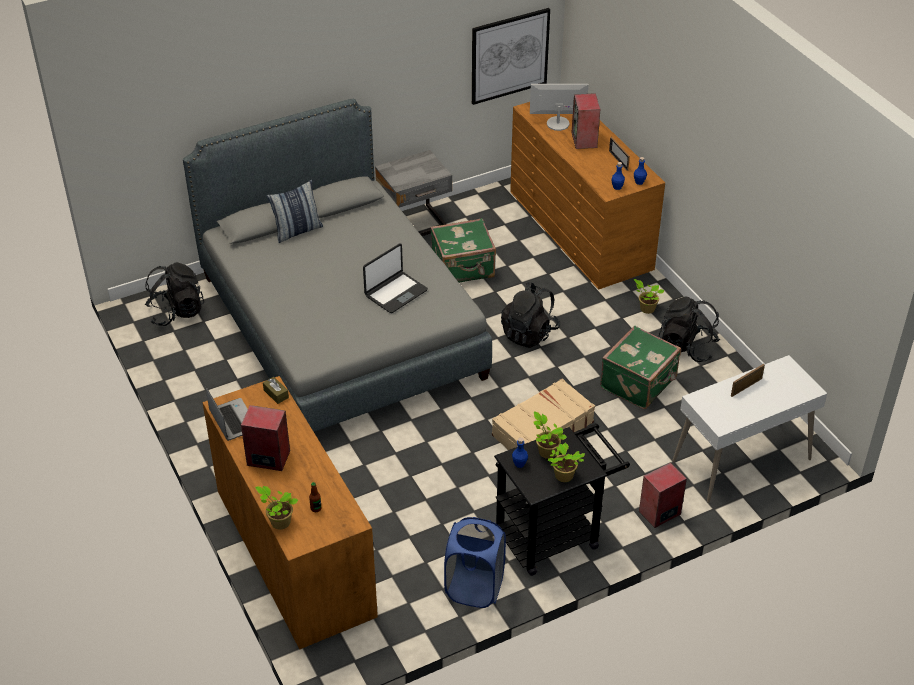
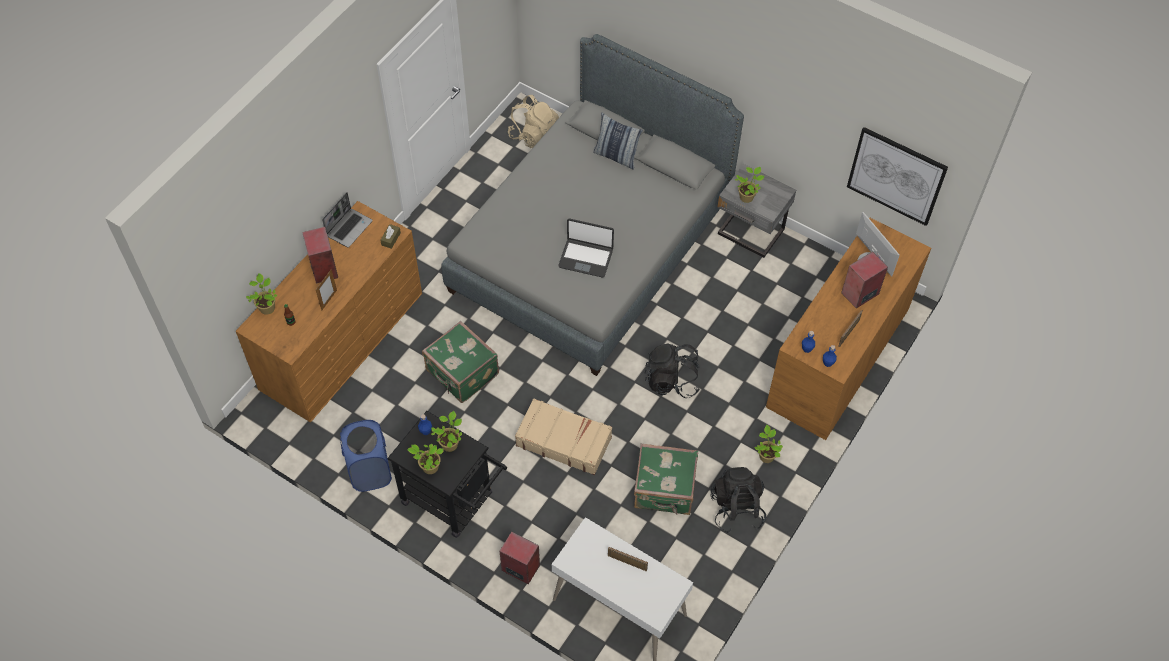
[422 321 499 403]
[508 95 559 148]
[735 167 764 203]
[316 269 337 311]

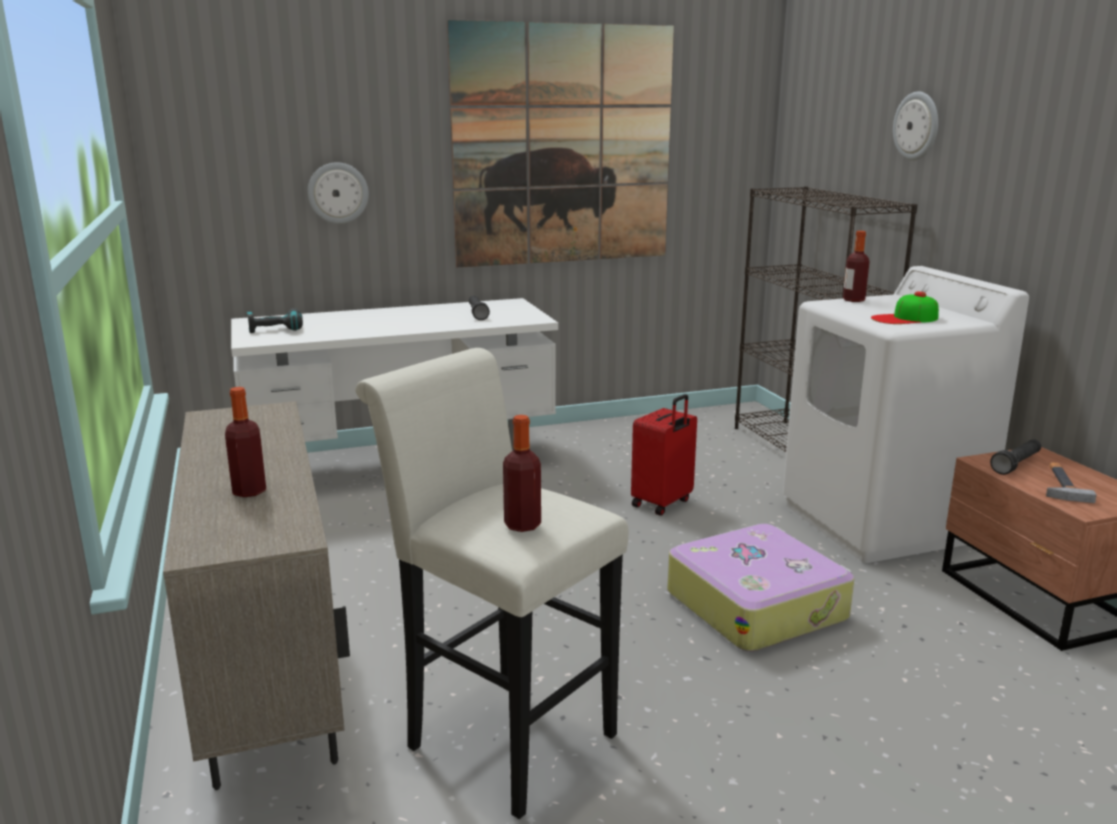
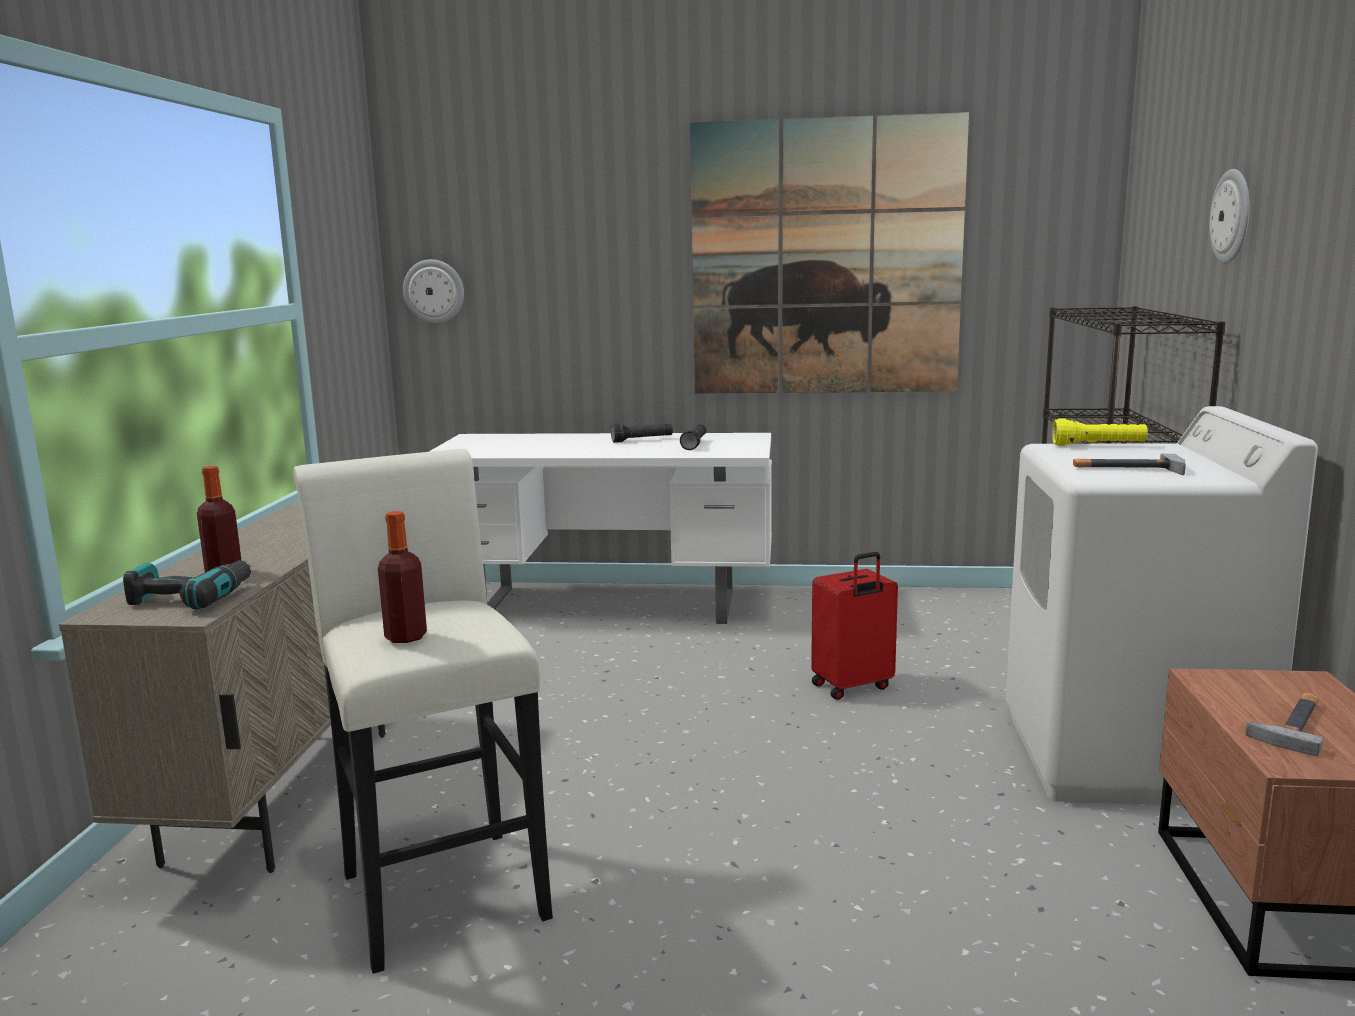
[403 259 464 323]
[1052 418 1148 446]
[1073 454 1186 475]
[123 560 251 609]
[611 424 673 443]
[667 524 854 652] (first image)

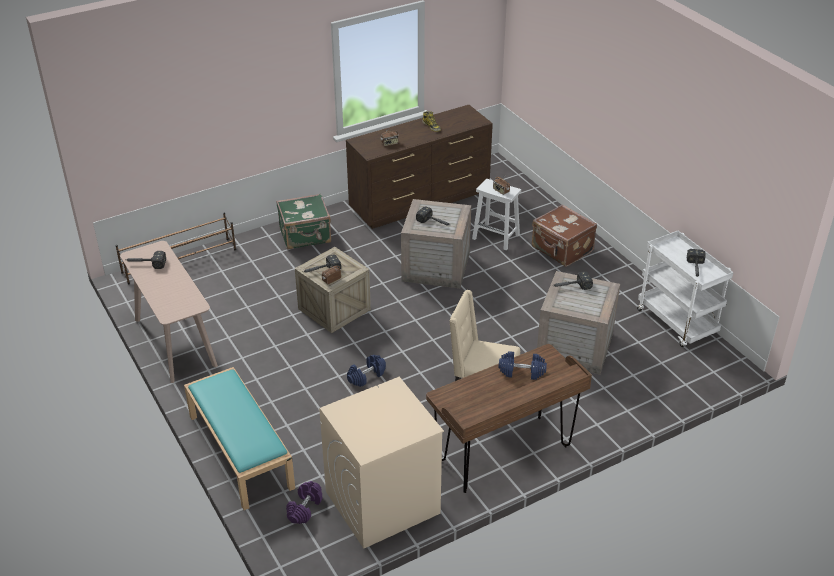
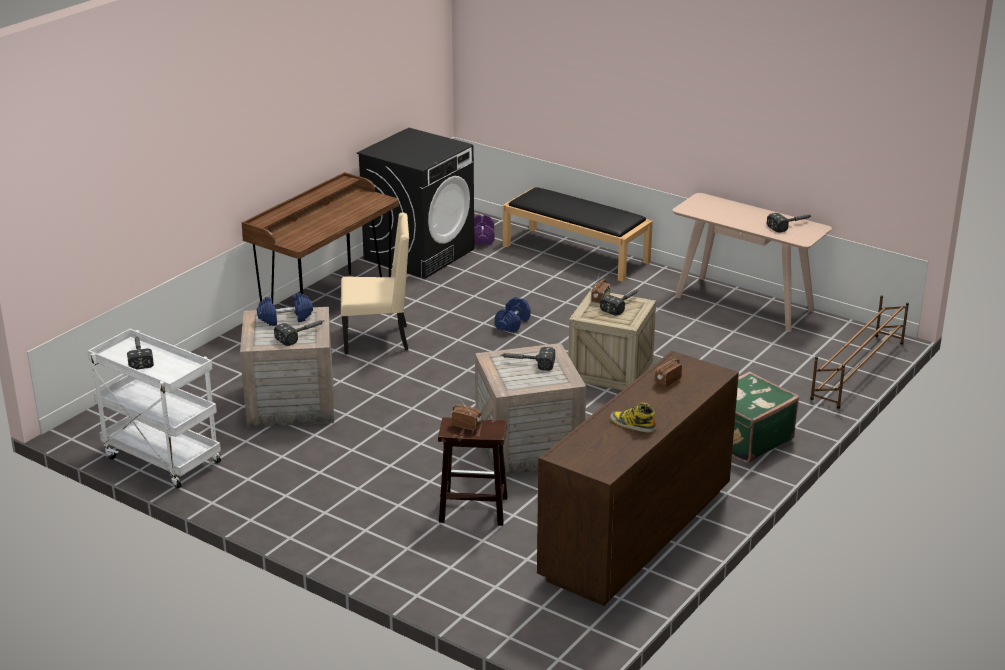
[438 417 508 526]
[532 204 597 267] (first image)
[257 292 313 326]
[503 187 653 282]
[357 128 474 279]

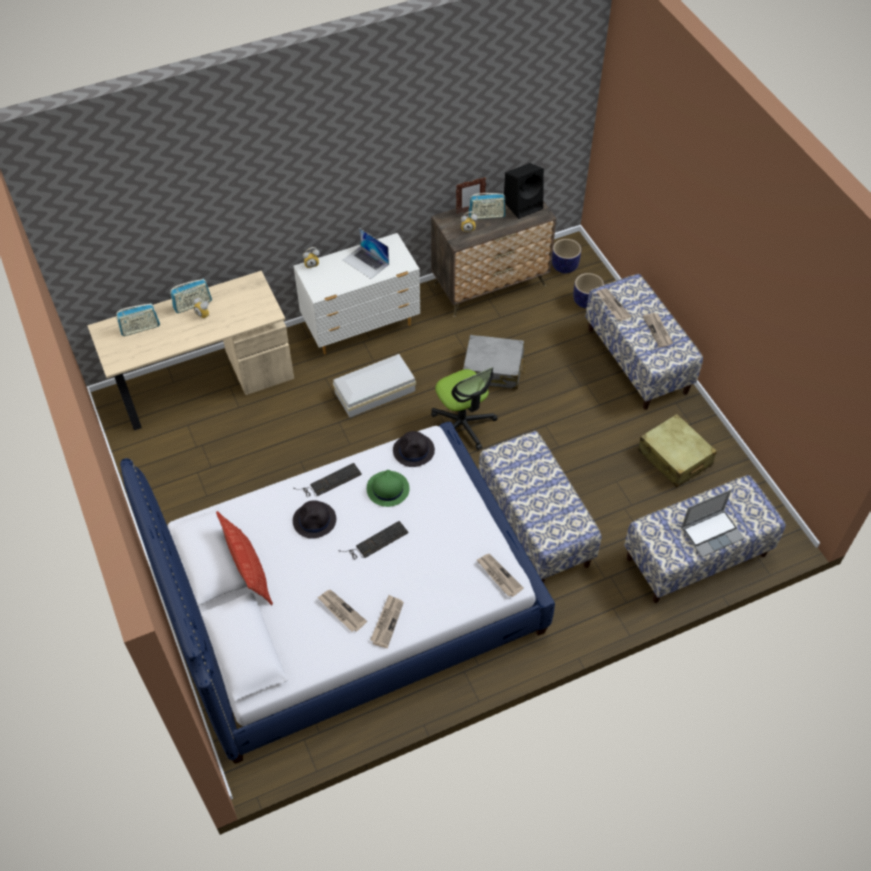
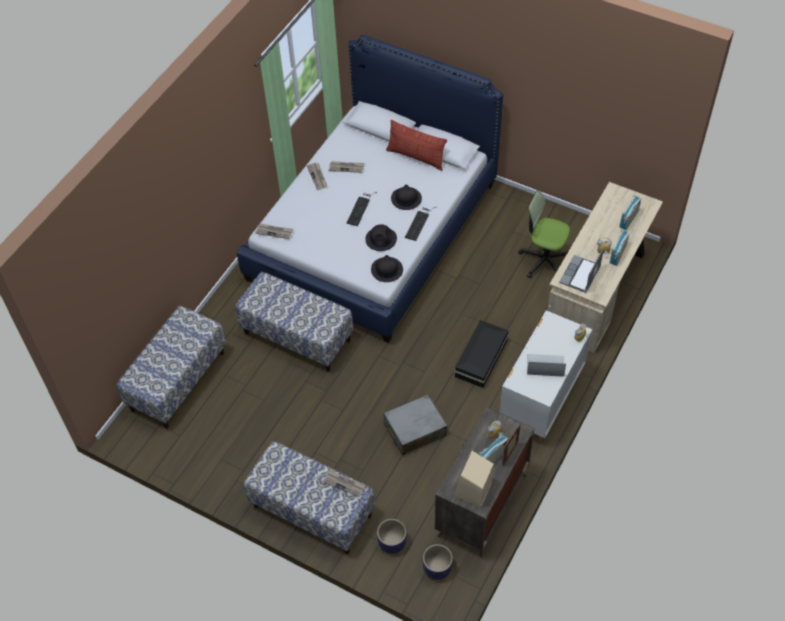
[454 451 494 507]
[643 313 673 347] (first image)
[454 320 509 388]
[518 190 570 278]
[638 414 717 488] (first image)
[365 224 397 251]
[559 247 604 293]

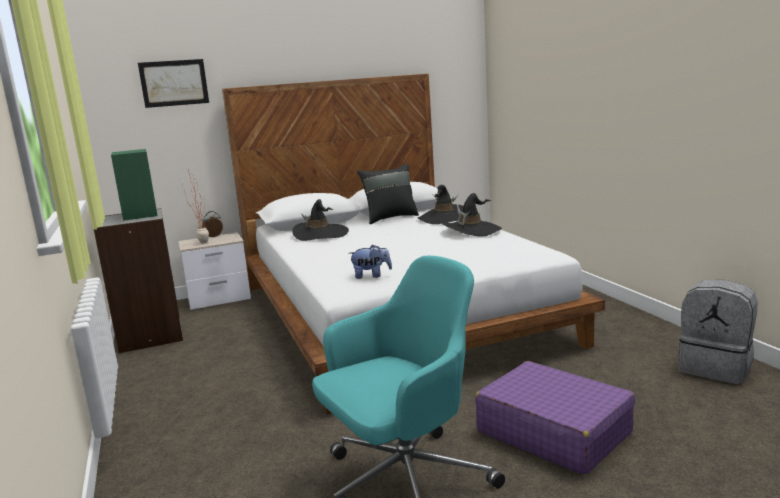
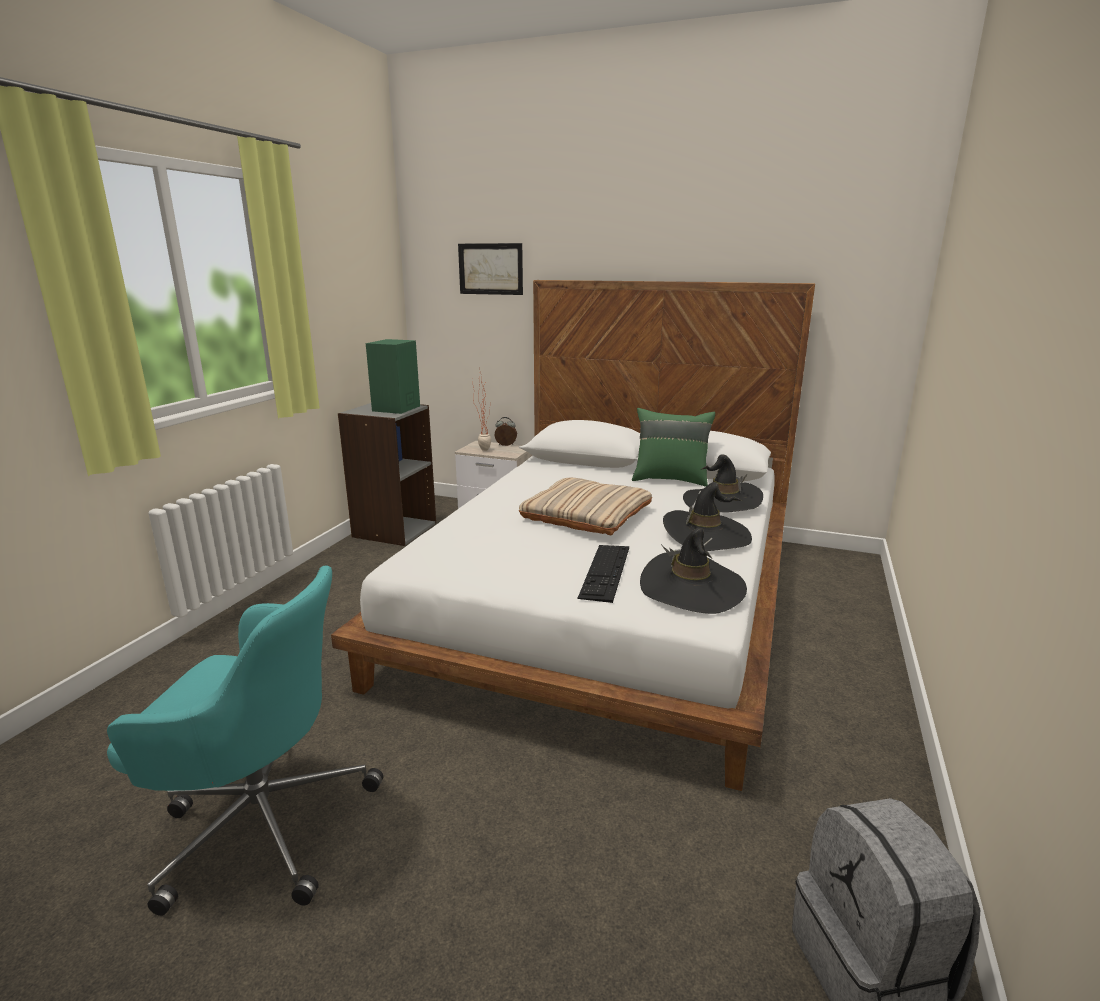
[632 408 715 487]
[640 528 747 614]
[348 244 392 279] (first image)
[475 361 635 475] (first image)
[519 478 652 535]
[578 545 629 603]

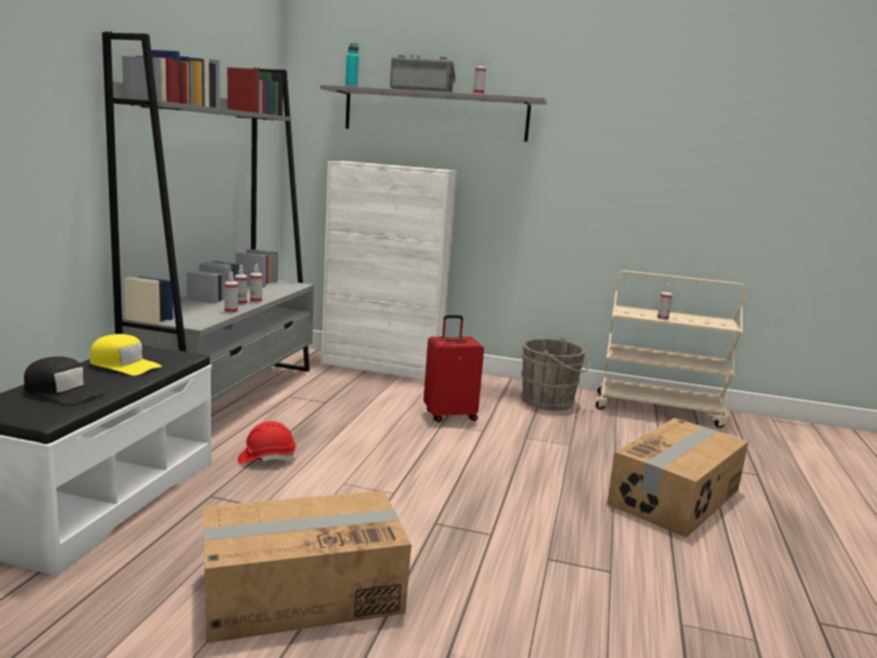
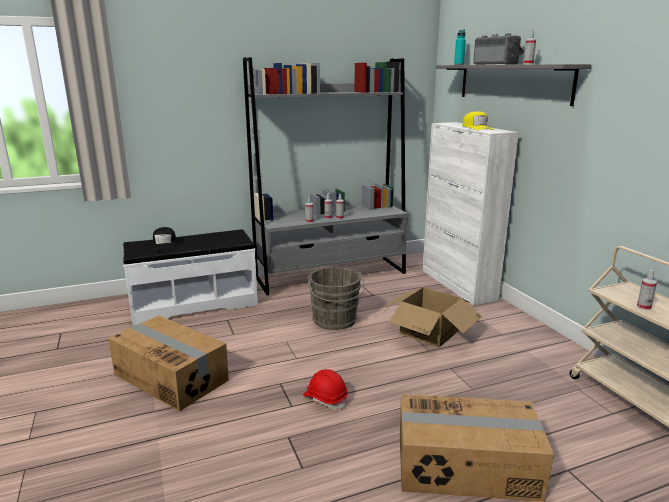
[383 287 482 347]
[462 111 494 130]
[308 267 365 330]
[303 369 348 410]

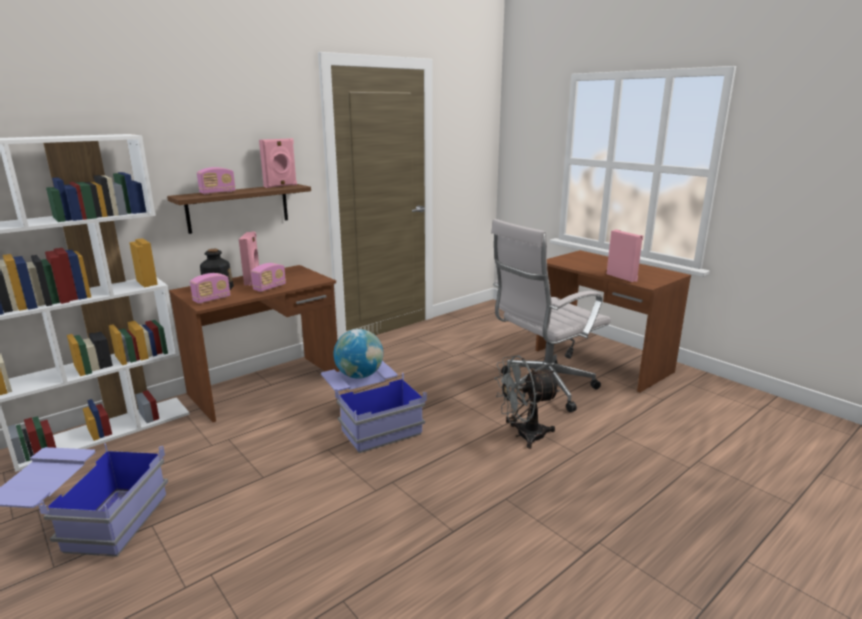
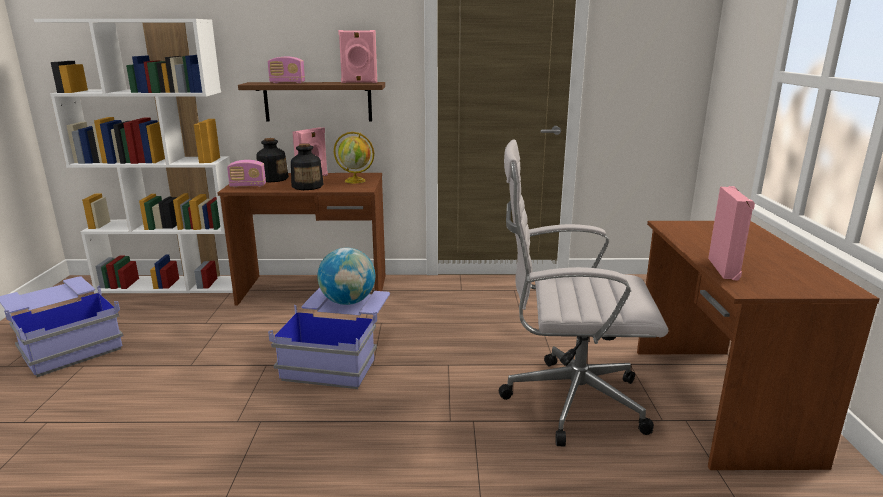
[291 143 324 190]
[494 355 560 449] (first image)
[334 132 374 183]

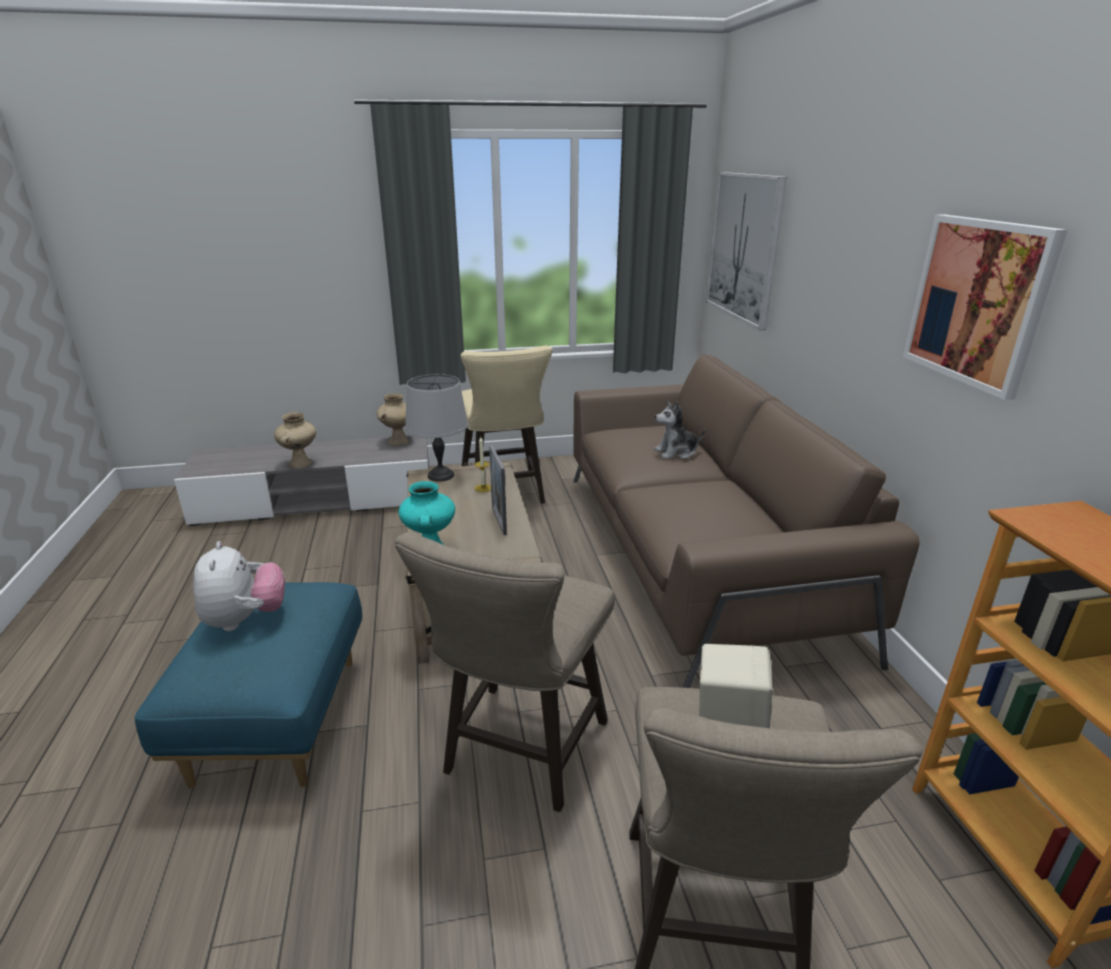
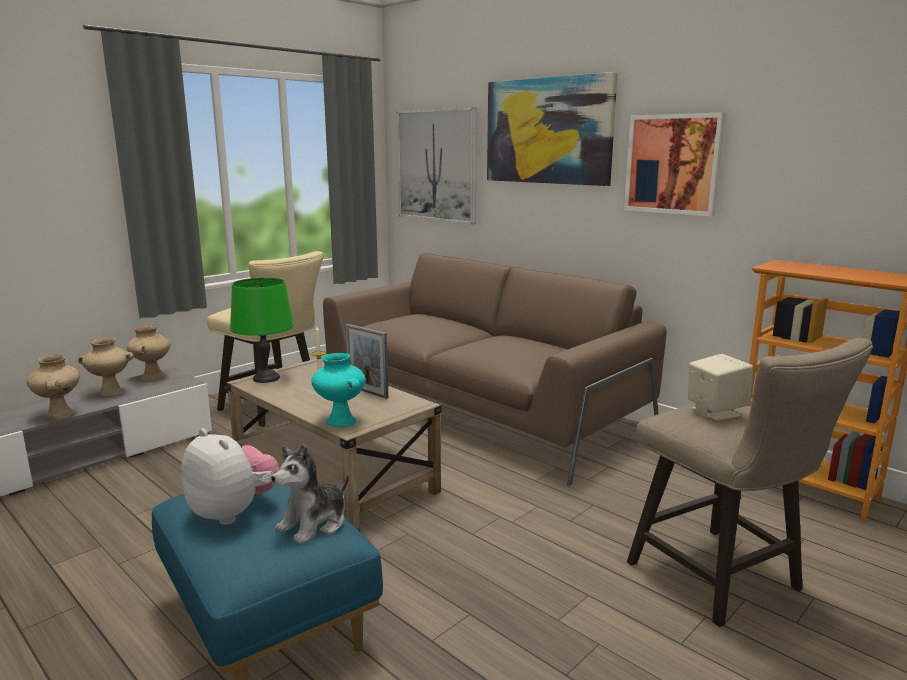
[230 278 294 383]
[271 444 349 544]
[395 532 615 812] (first image)
[487 72 618 186]
[78 337 134 397]

